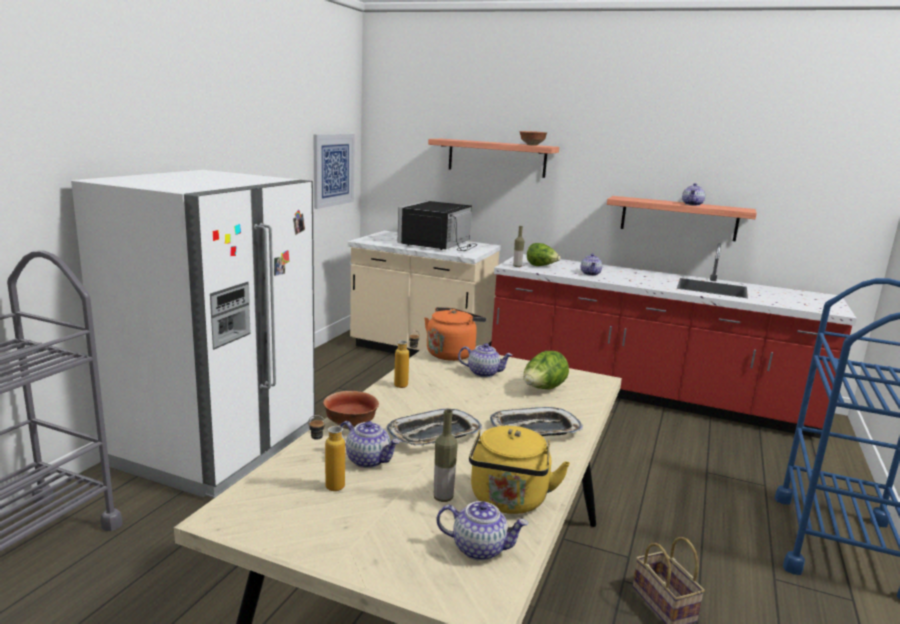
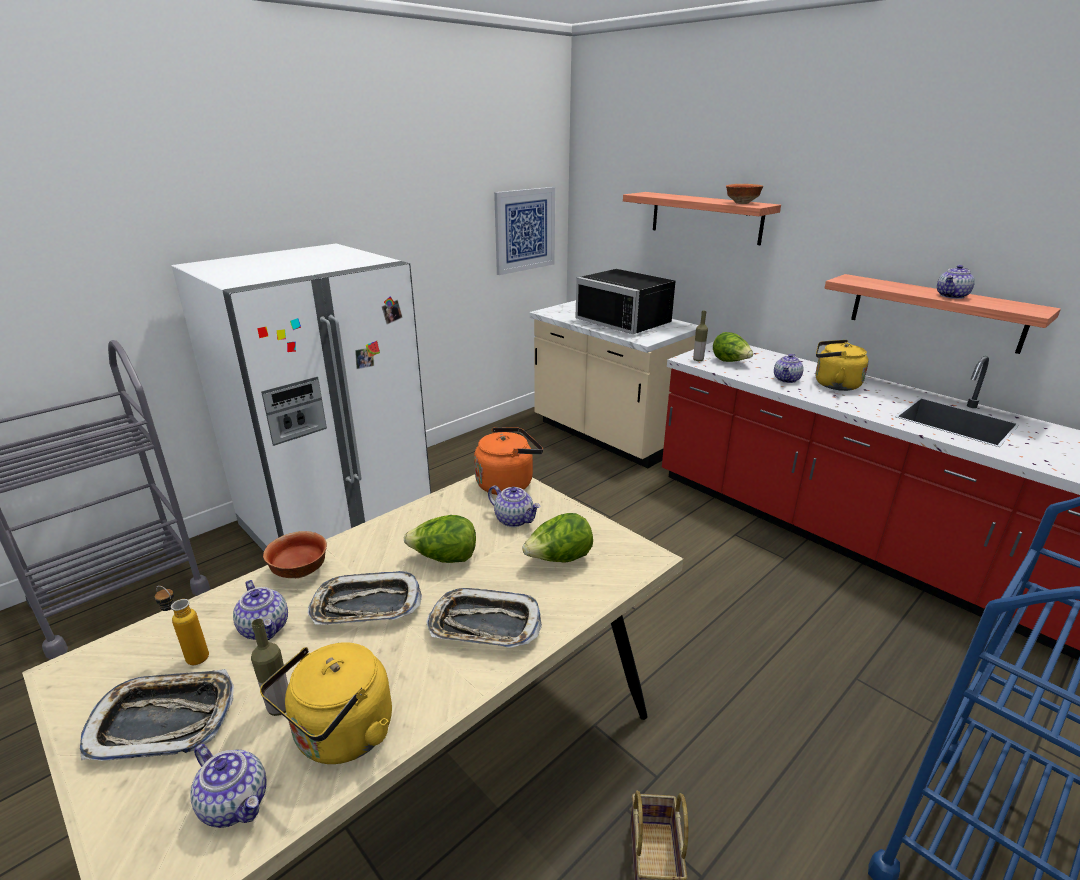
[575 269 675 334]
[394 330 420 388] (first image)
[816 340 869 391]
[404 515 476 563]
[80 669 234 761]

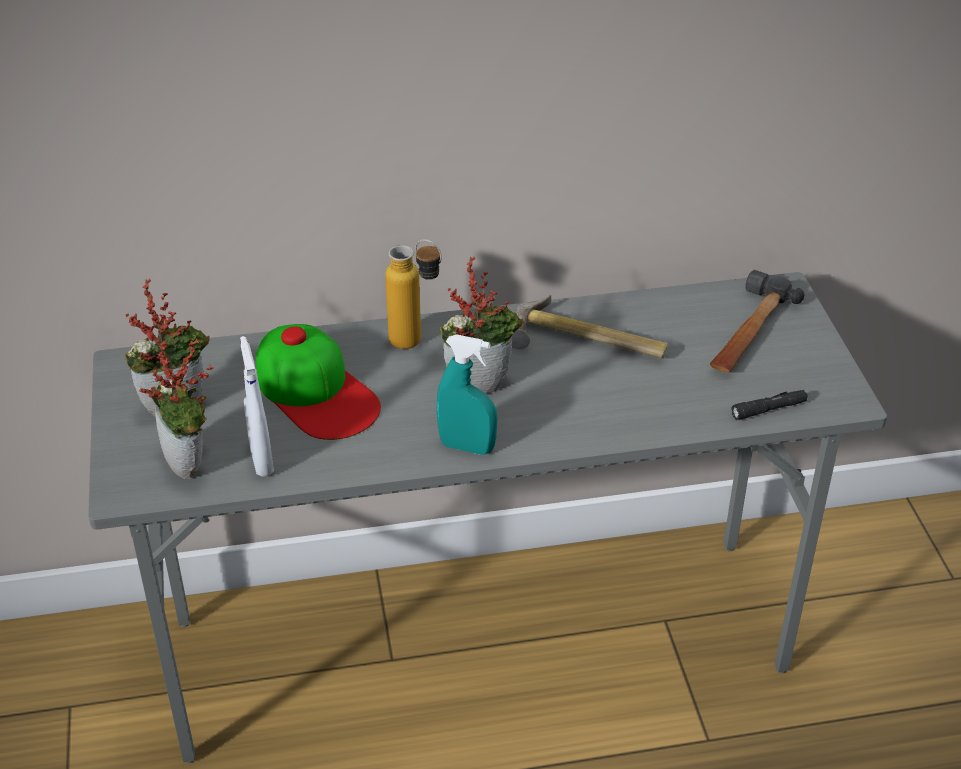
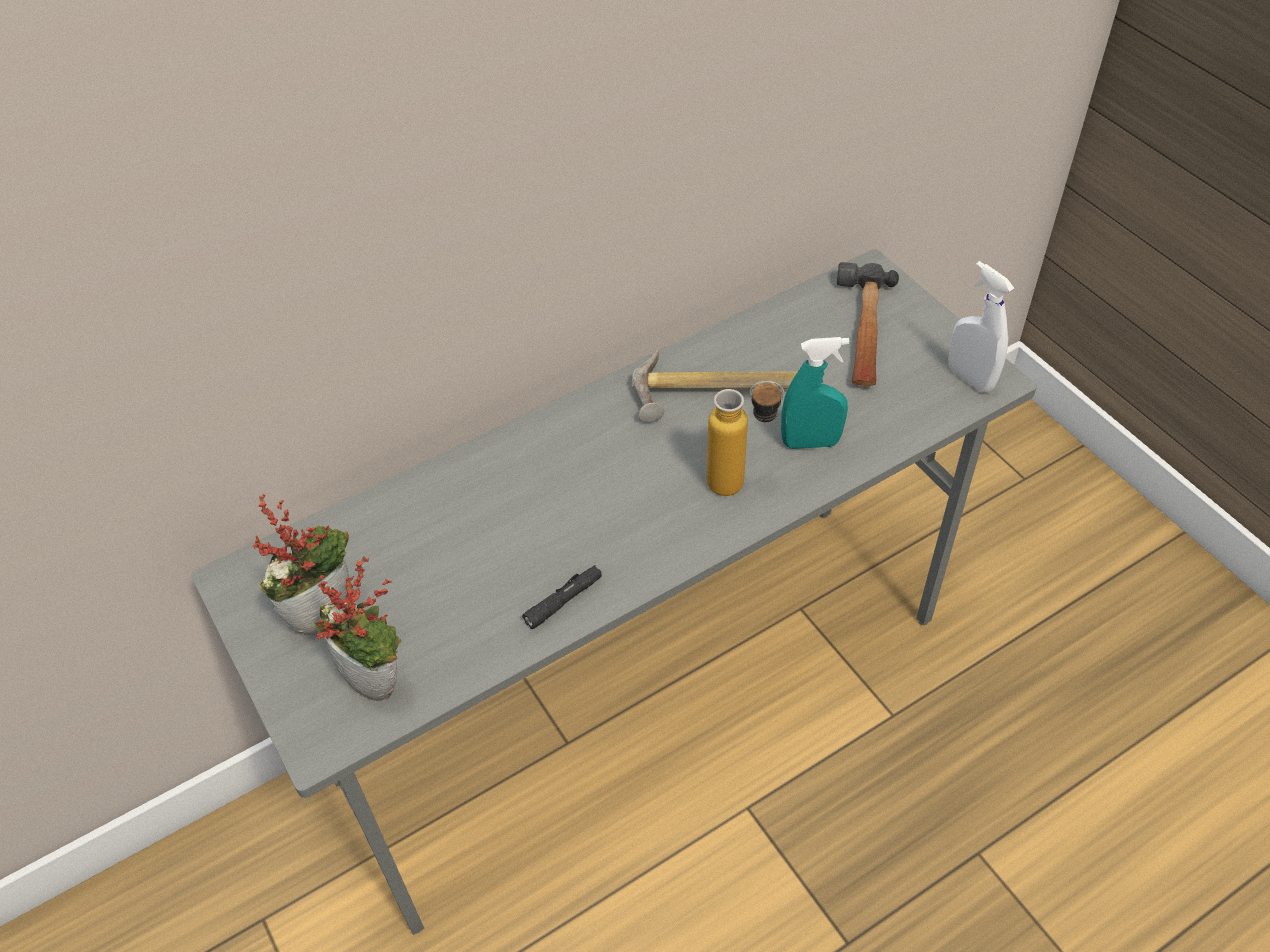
[707 381 784 496]
[440 257 523 394] (first image)
[256 324 381 440] (first image)
[781 337 849 449]
[948 261 1014 393]
[522 565 602 629]

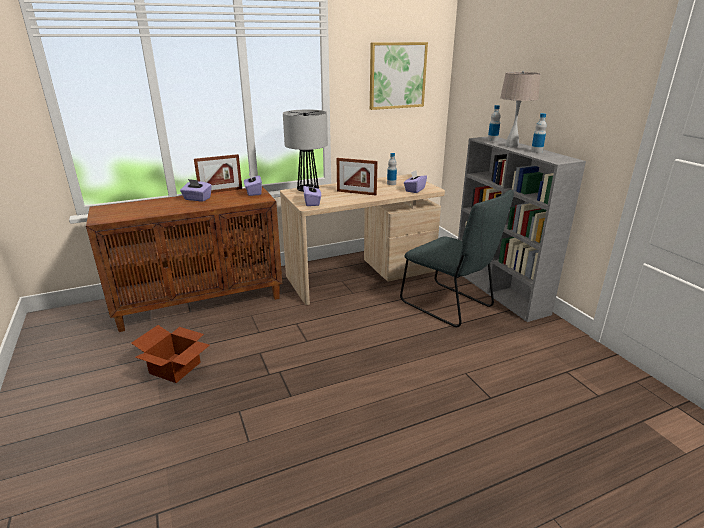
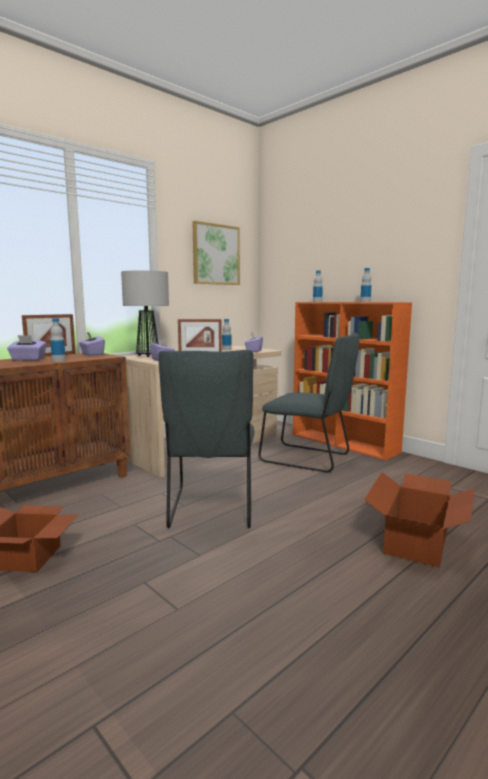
[500 71 541 148] (first image)
[293 302 412 460]
[50 318 66 362]
[158 350 254 528]
[364 472 474 568]

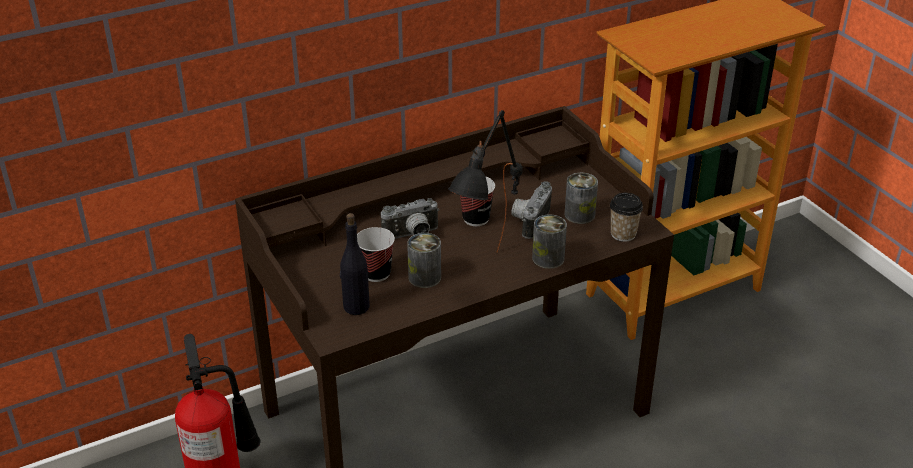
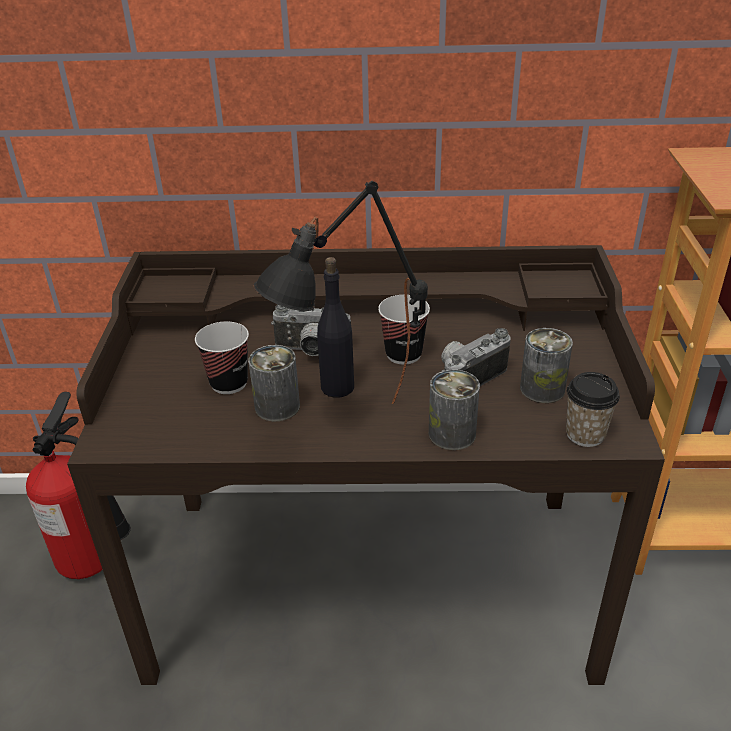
[317 257 354 398]

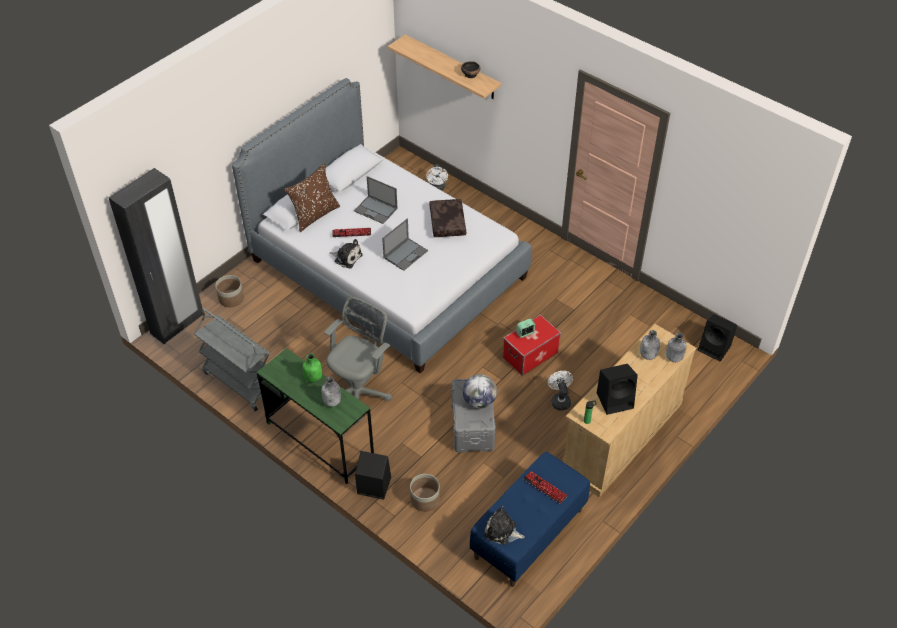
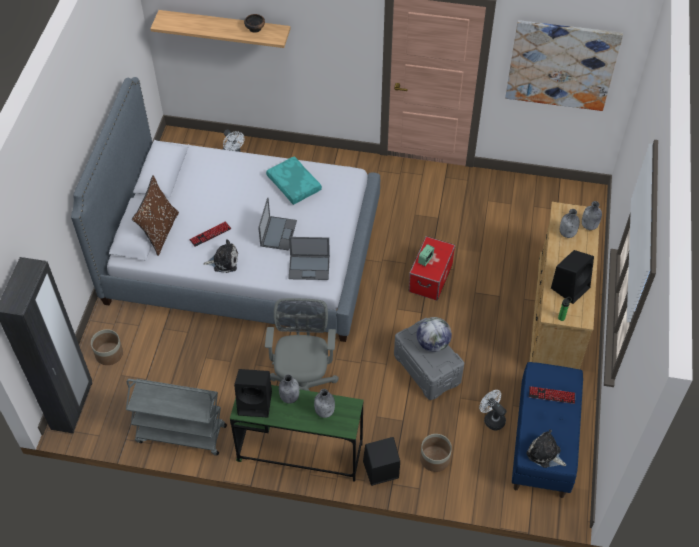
[289 237 330 280]
[266 156 322 205]
[234 369 272 418]
[279 374 299 404]
[479 390 506 430]
[527 429 566 468]
[505 20 623 111]

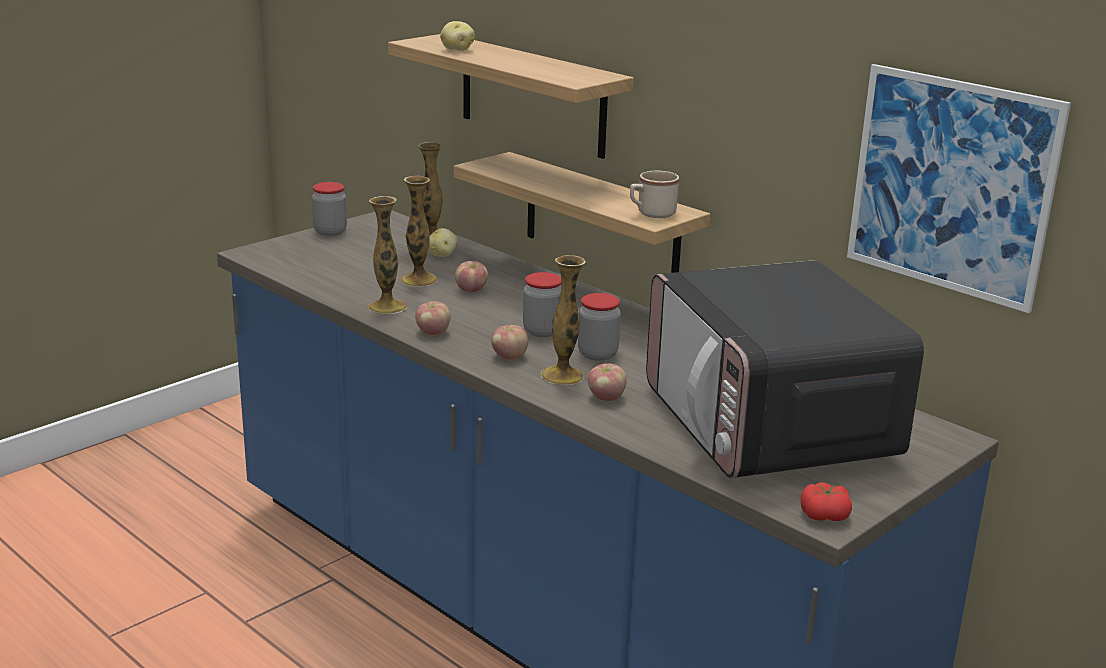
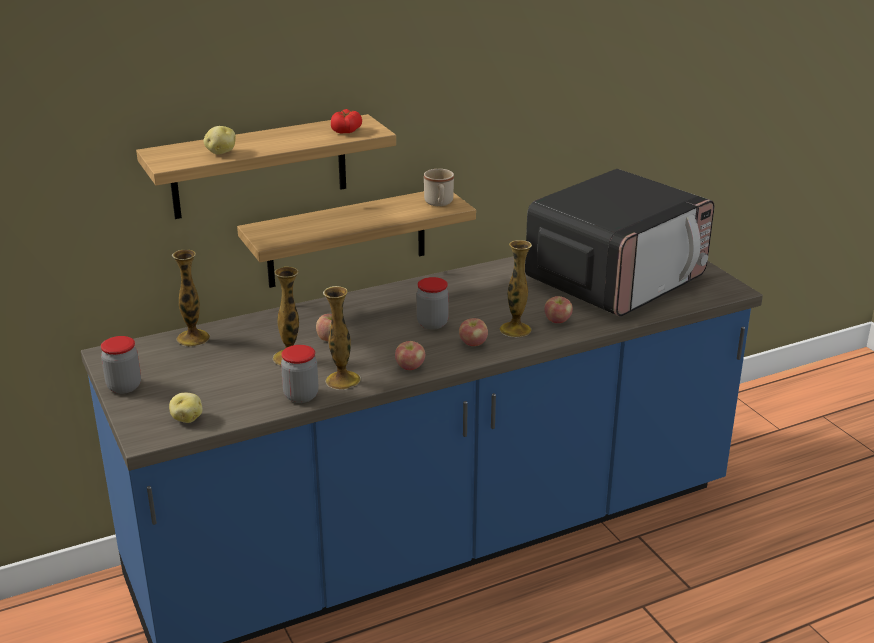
[847 64 1071 313] (first image)
[169 393 202 423]
[525 169 714 317]
[281 345 319 403]
[331 109 362 133]

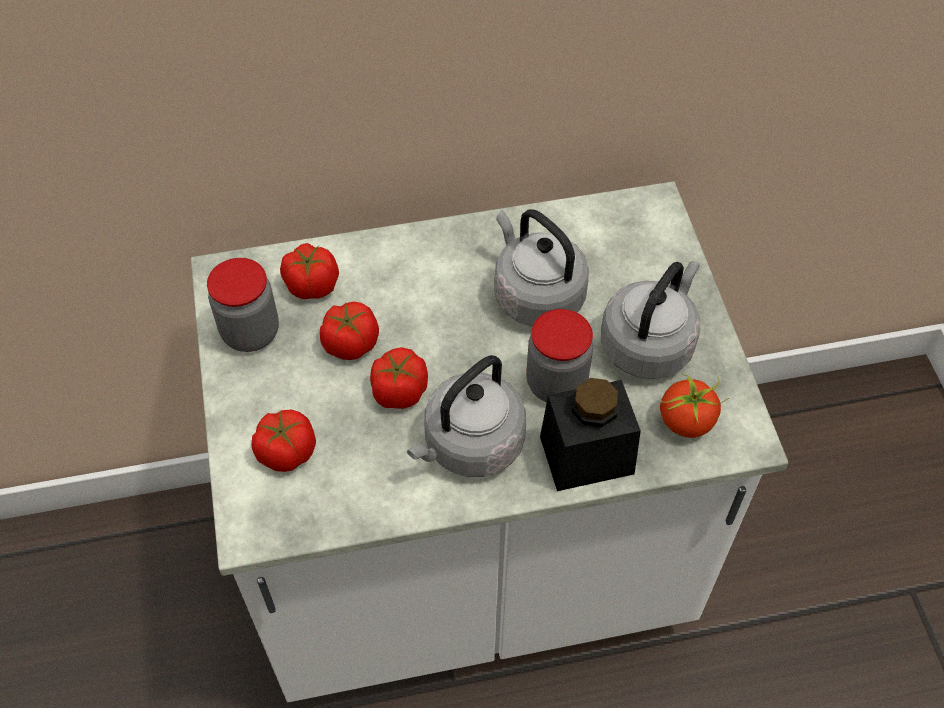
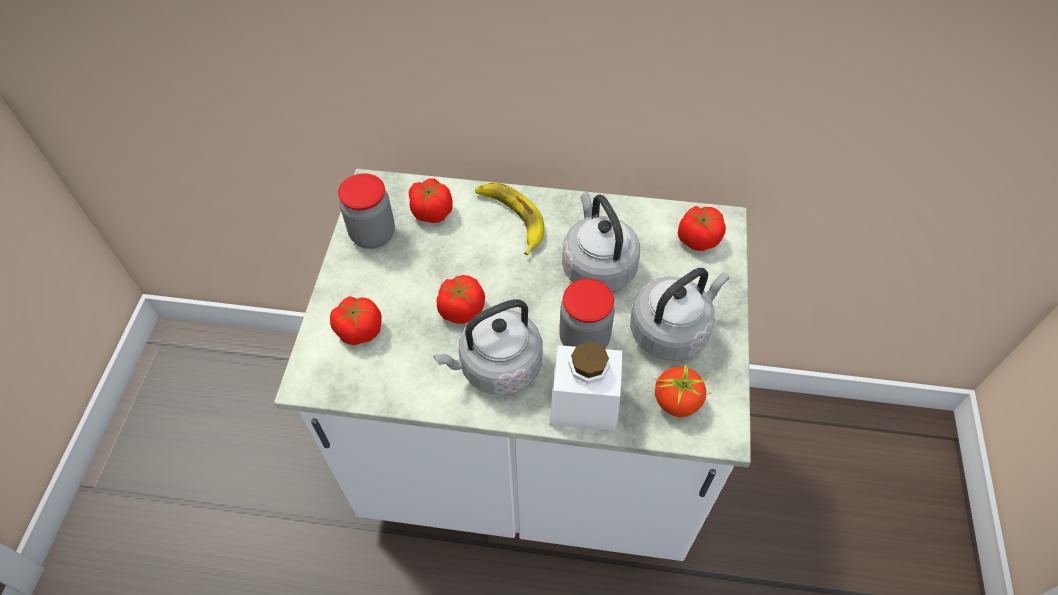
[678 206 726 251]
[549 341 623 431]
[475 183 544 255]

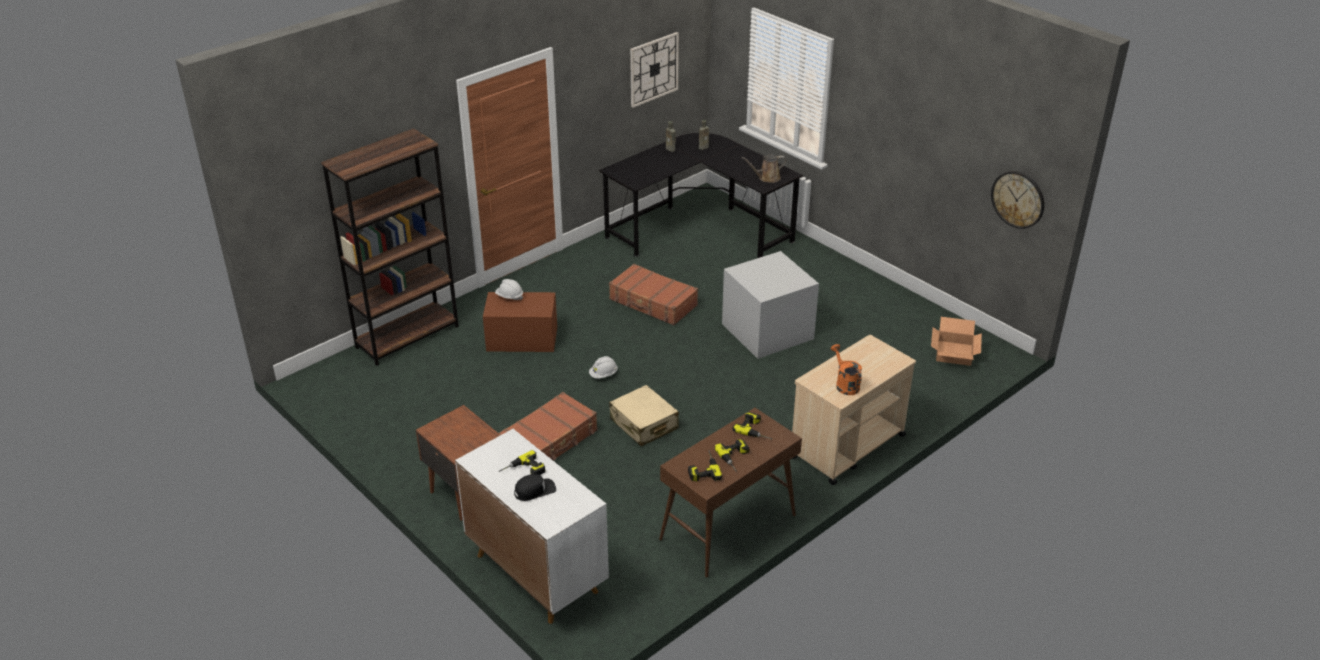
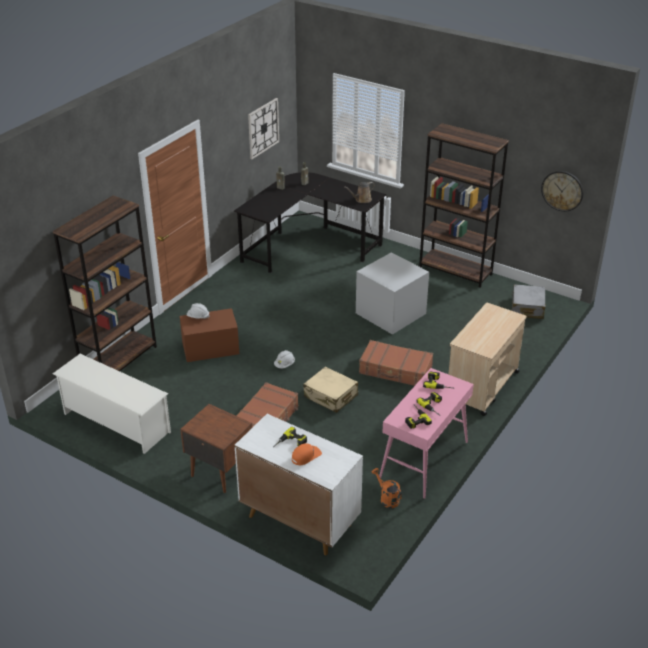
[359 340 433 386]
[511 284 546 319]
[371 468 402 508]
[379 368 474 499]
[292 443 322 465]
[419 123 509 288]
[53 354 171 454]

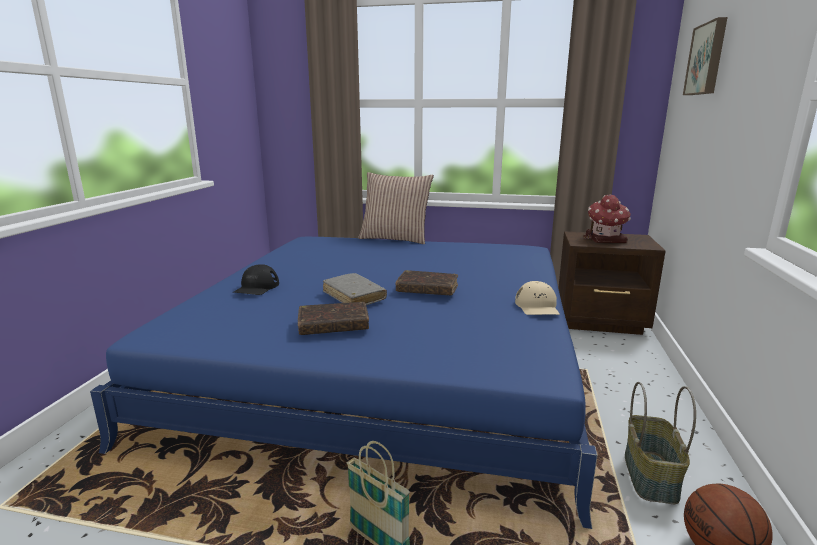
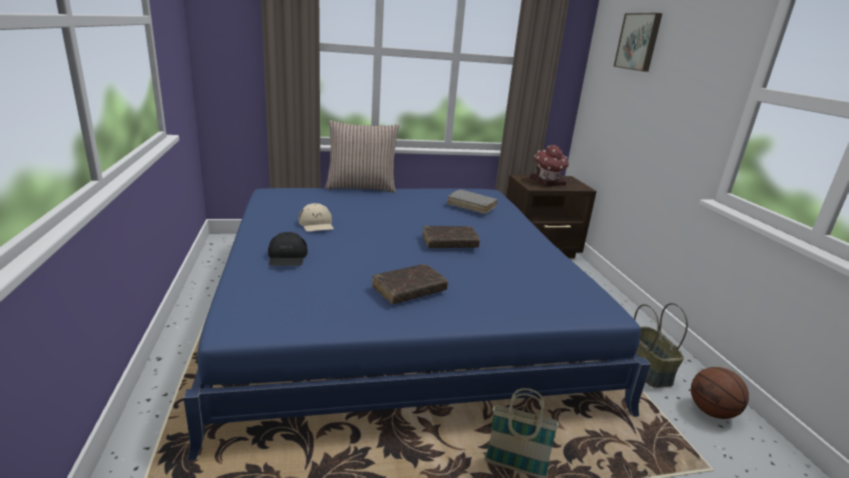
[447 190 498 214]
[298 203 334 232]

